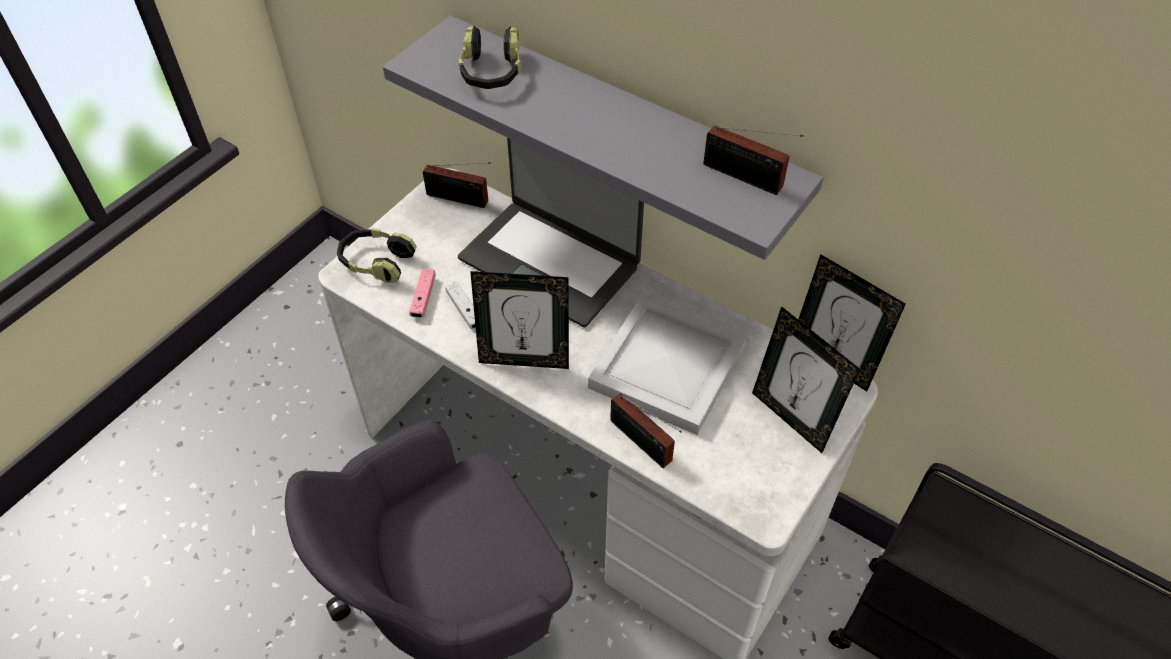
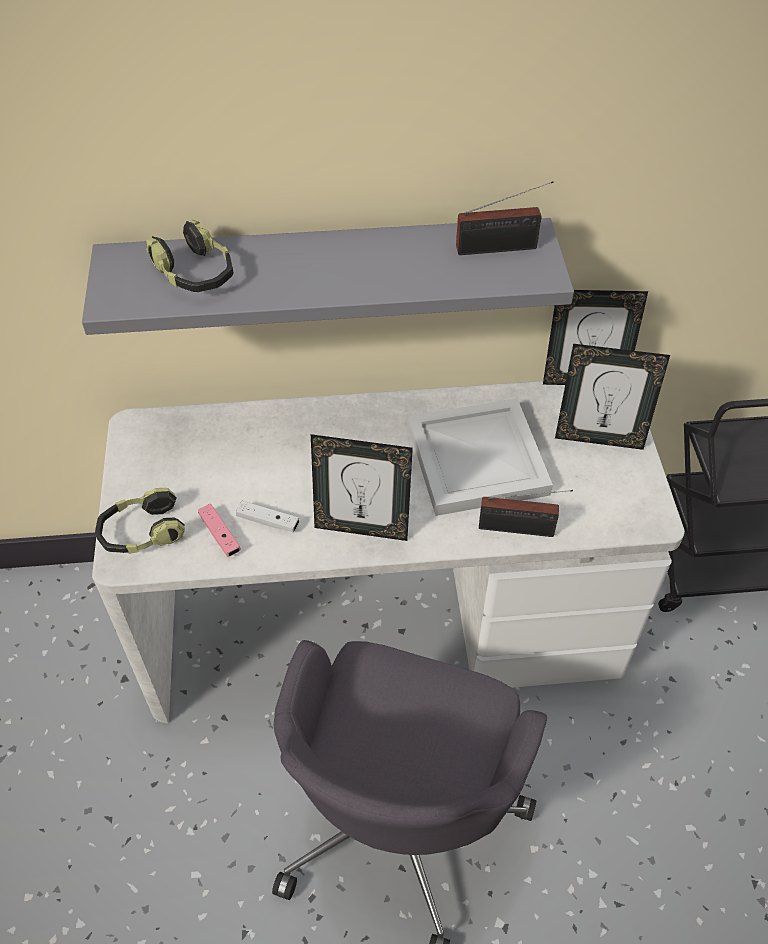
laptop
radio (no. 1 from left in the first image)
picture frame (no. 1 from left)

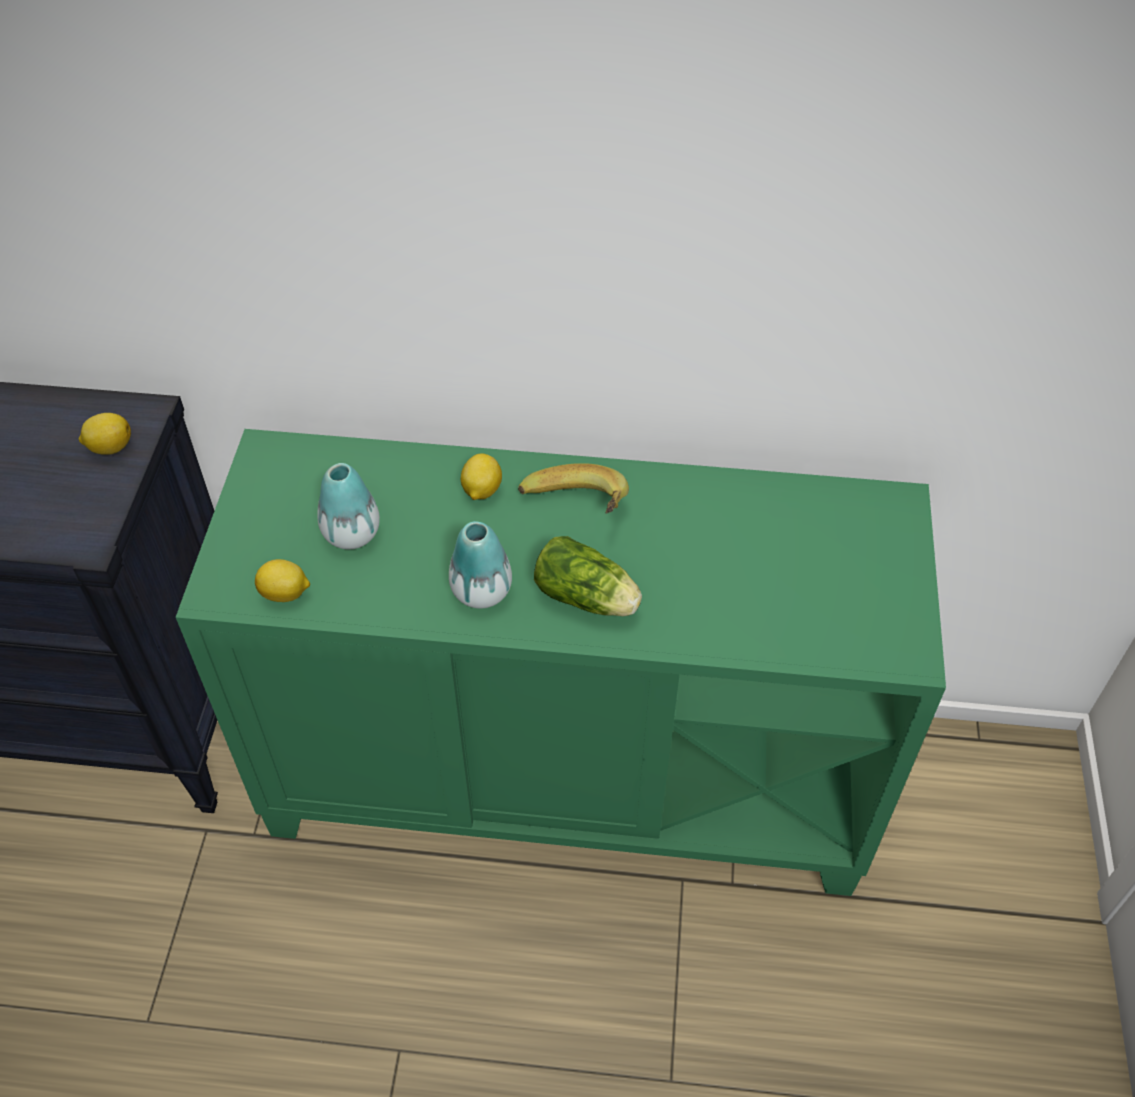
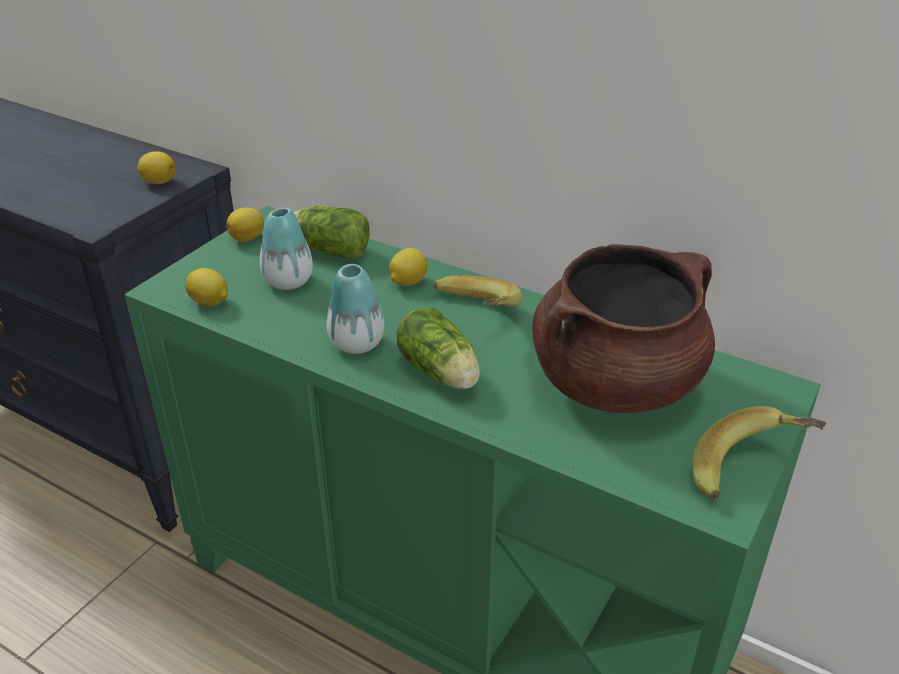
lettuce (no. 1 from left)
lemon (no. 3 from left)
cooking pot in brown
banana (no. 2 from left)

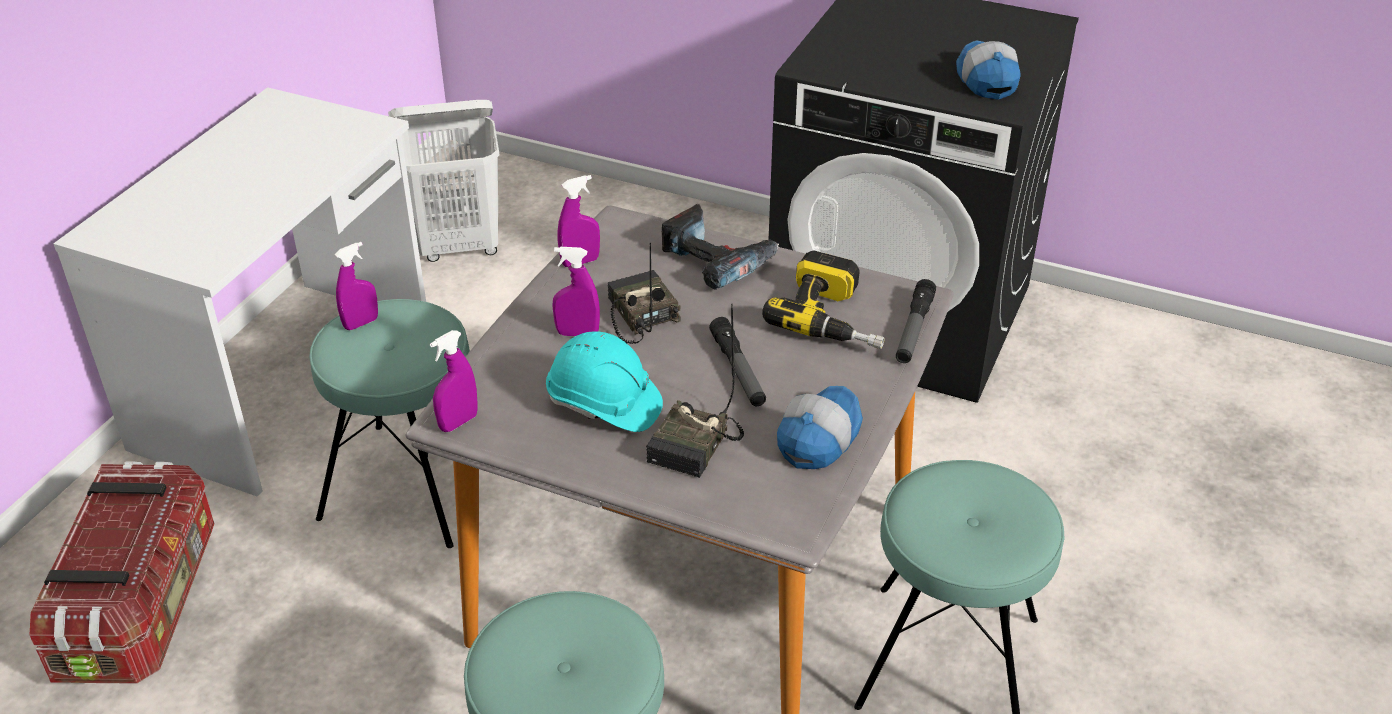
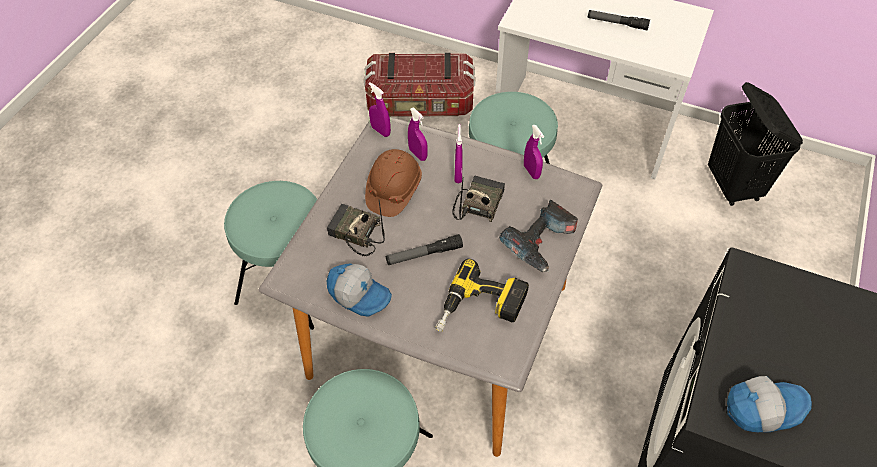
laundry basket in black
spray bottle in purple (no. 2 from left)
radio (no. 2 from left)
flashlight (no. 2 from left)
hard hat in brown

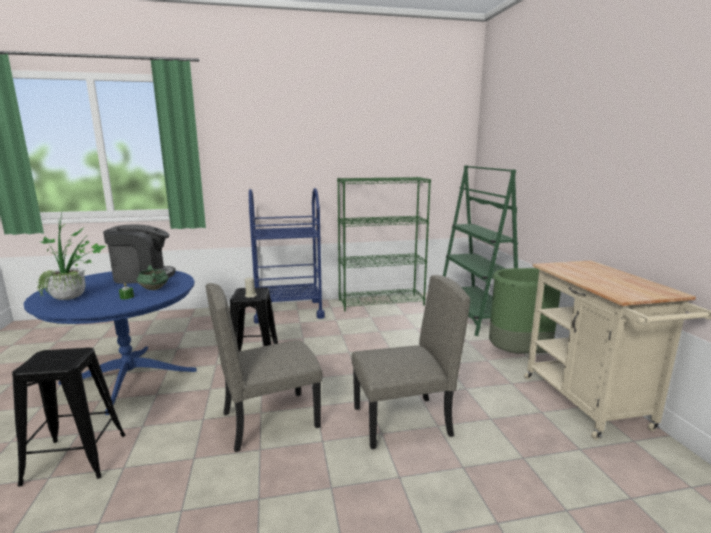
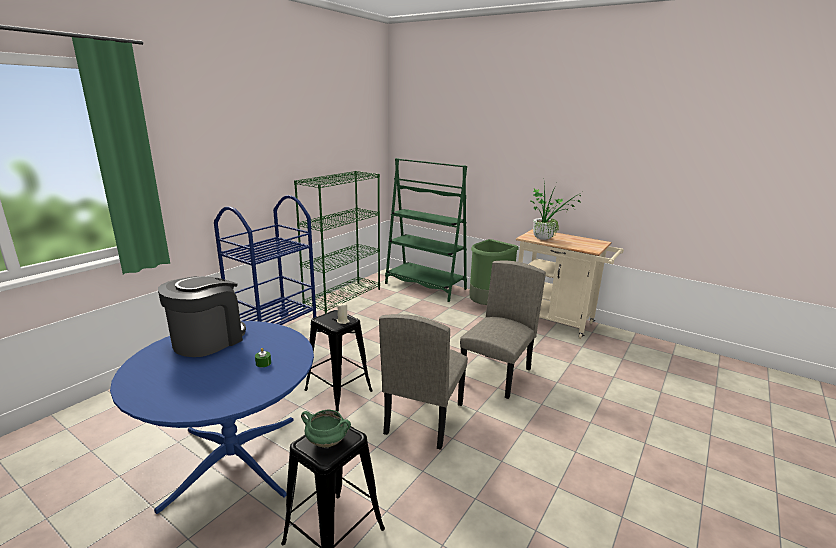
potted plant
cooking pot in green

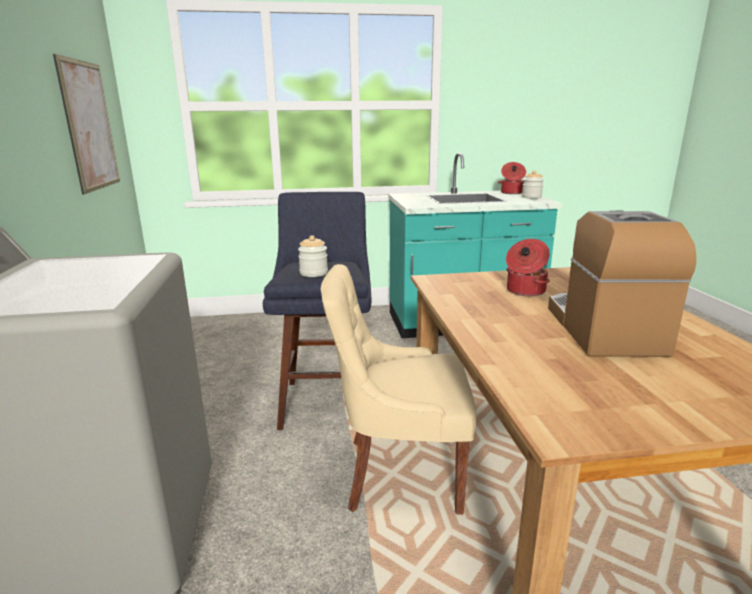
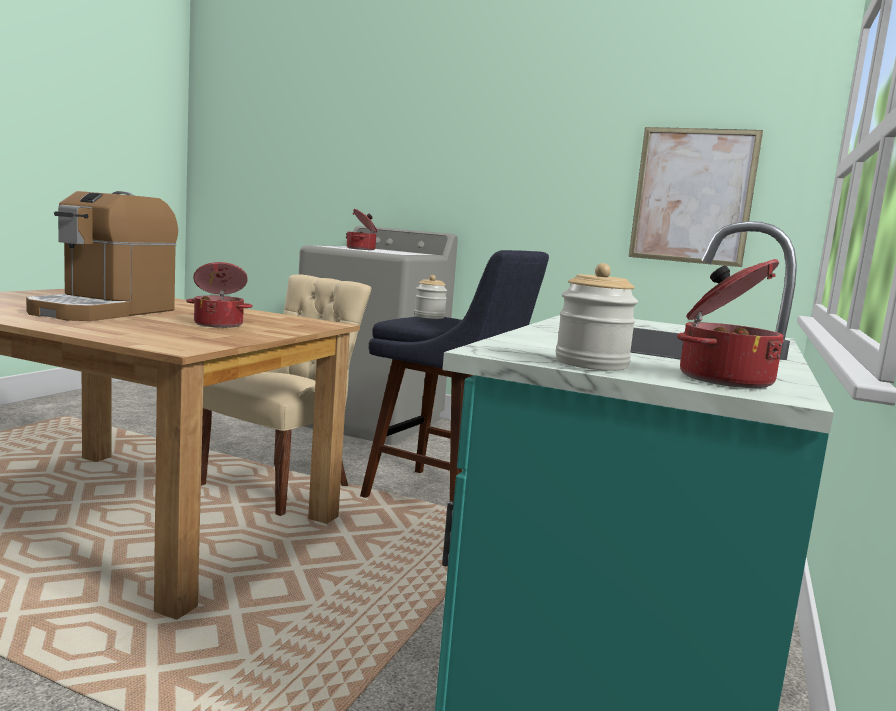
coffee machine
cooking pot (no. 2 from left)

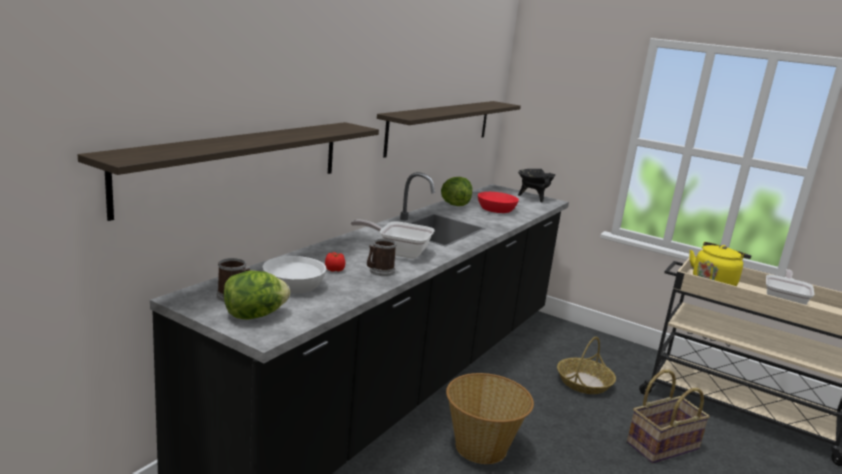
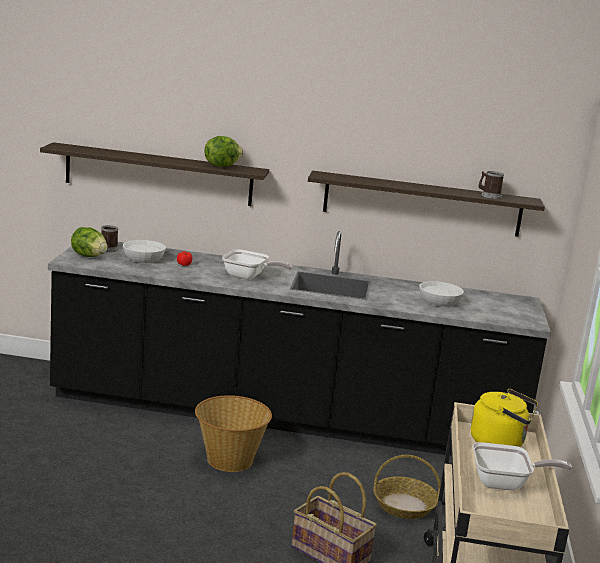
cooking pot in black
lettuce (no. 2 from left)
bowl in white (no. 2 from left)
frying pan (no. 1 from left)
mug (no. 2 from left)

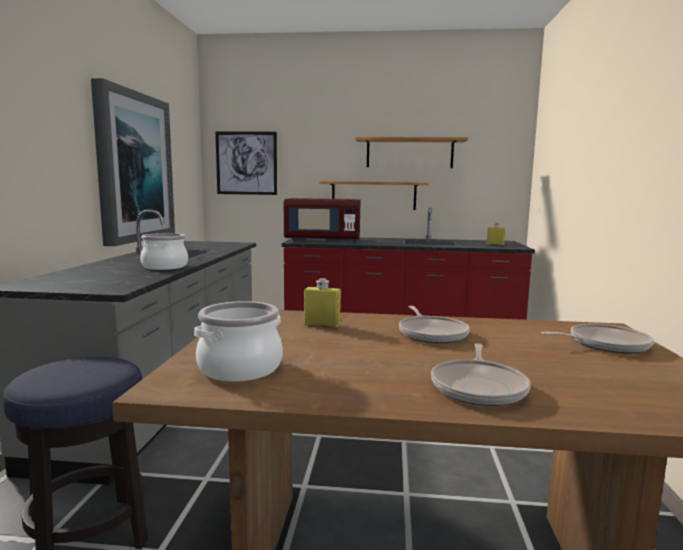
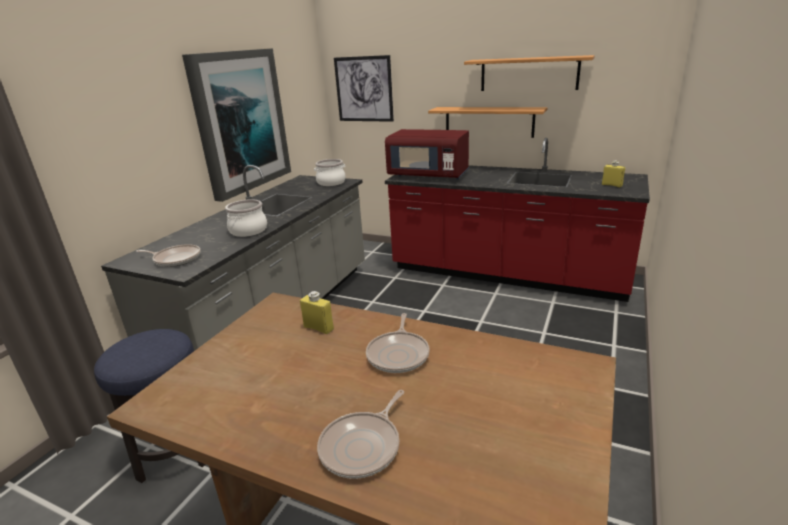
cooking pot (no. 2 from left)
frying pan (no. 1 from left)

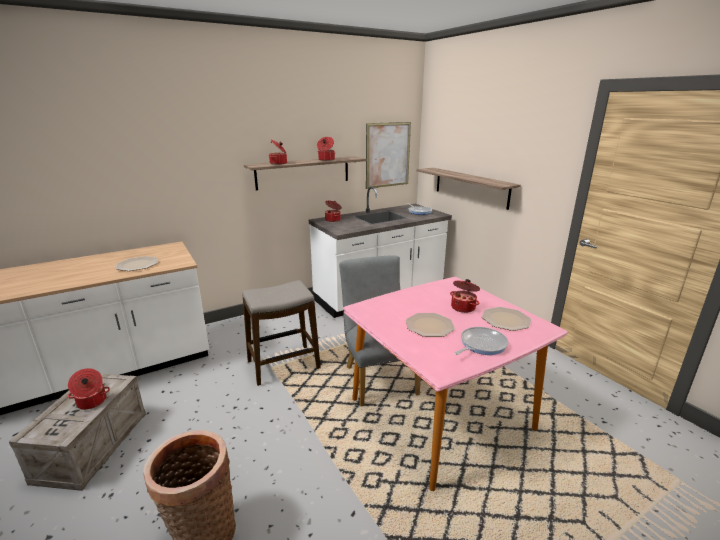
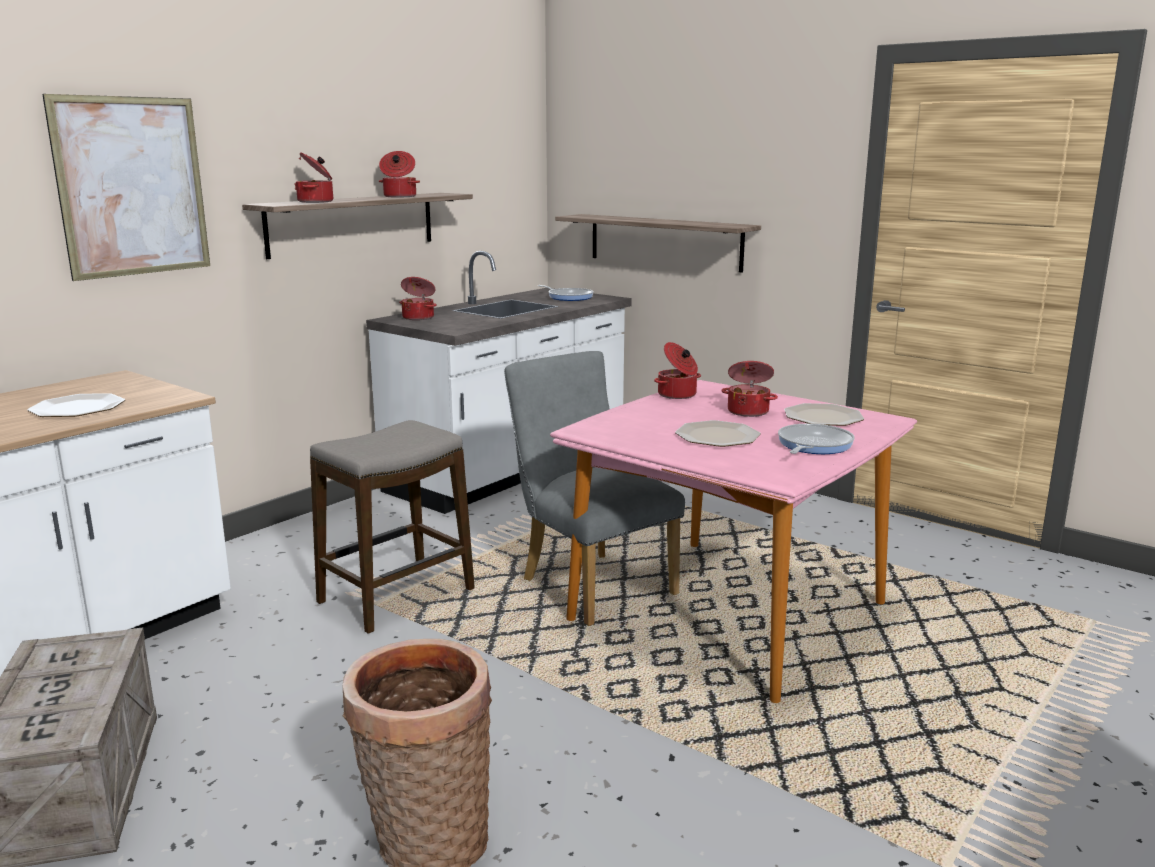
picture
cooking pot (no. 4 from left)

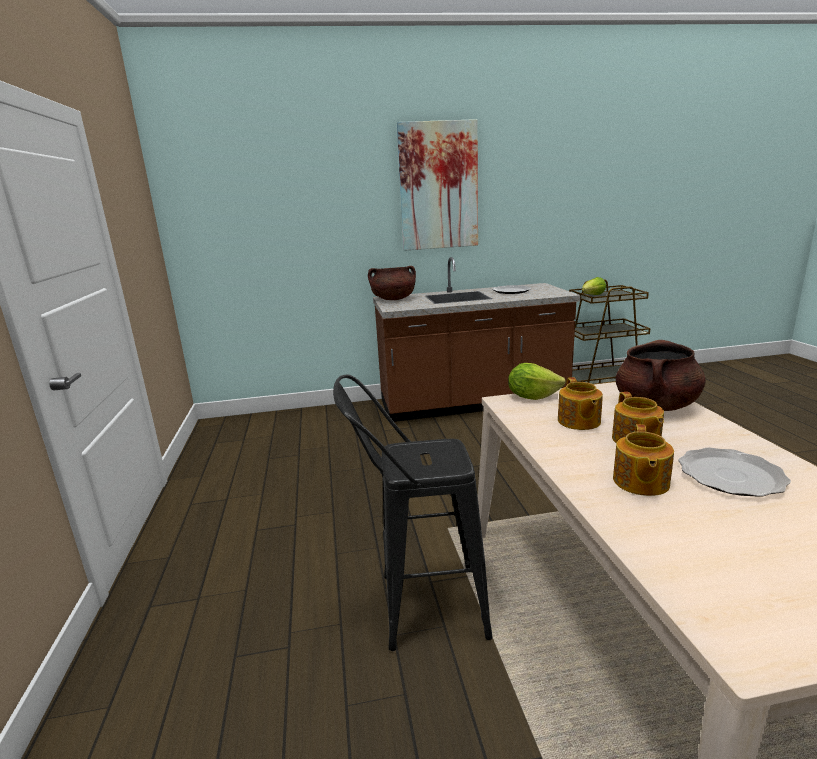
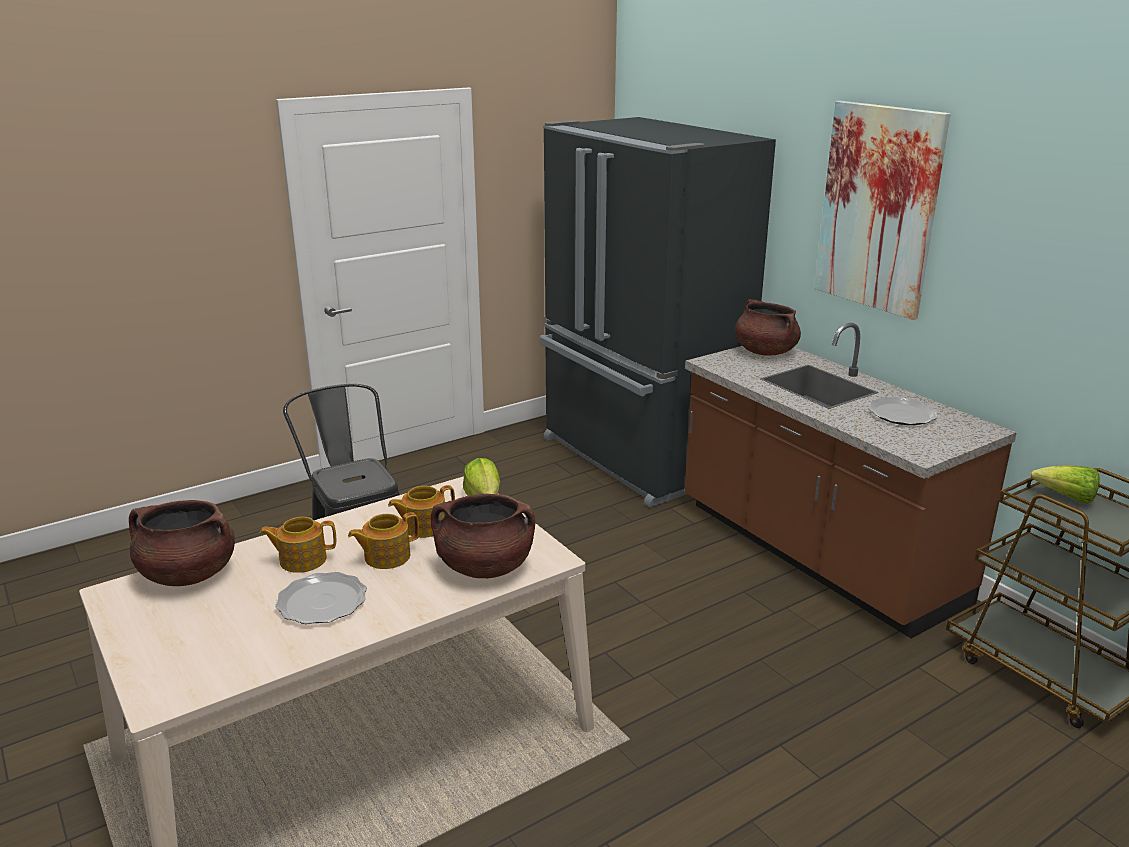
fridge in black
cooking pot in brown (no. 1 from left)

